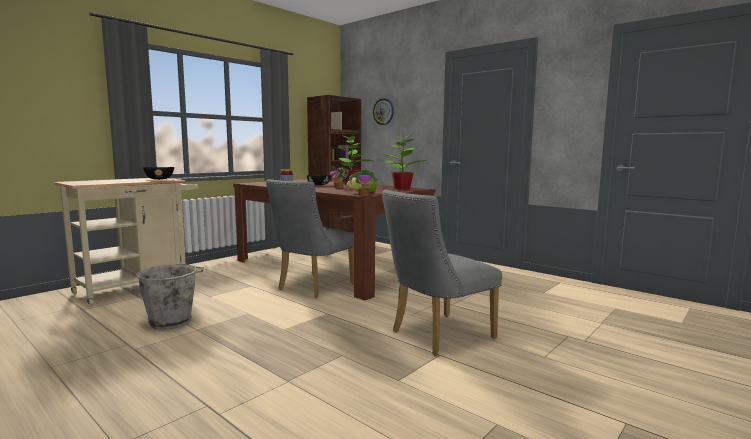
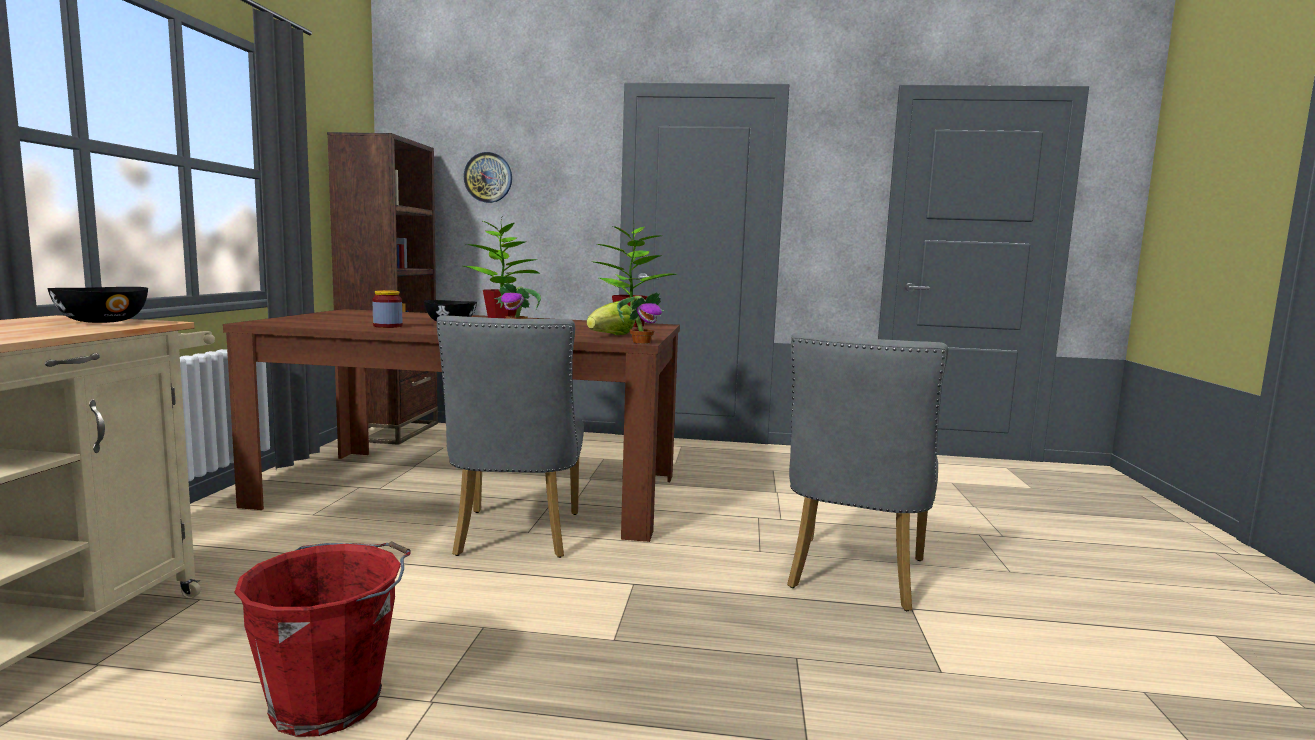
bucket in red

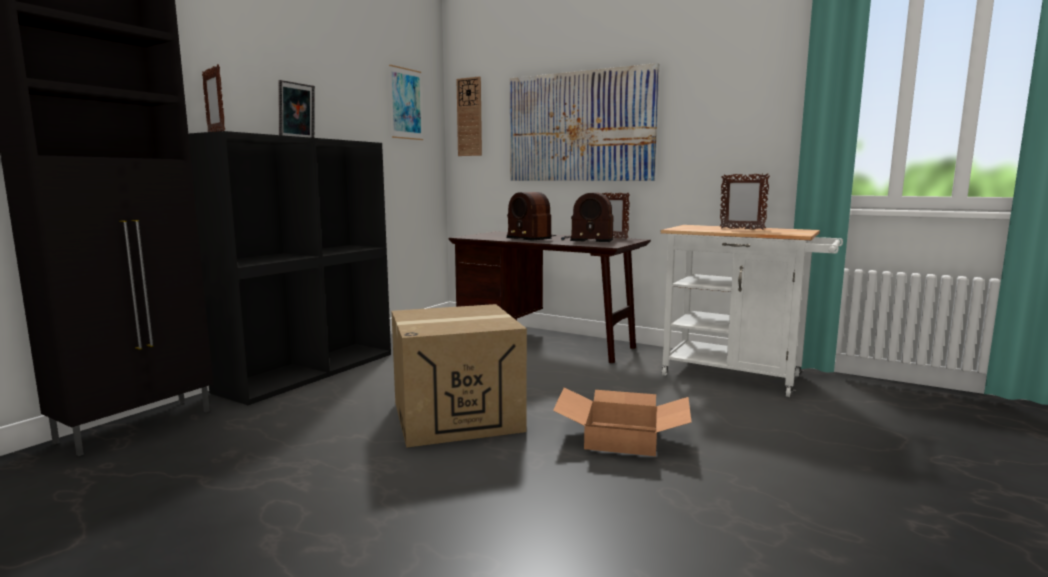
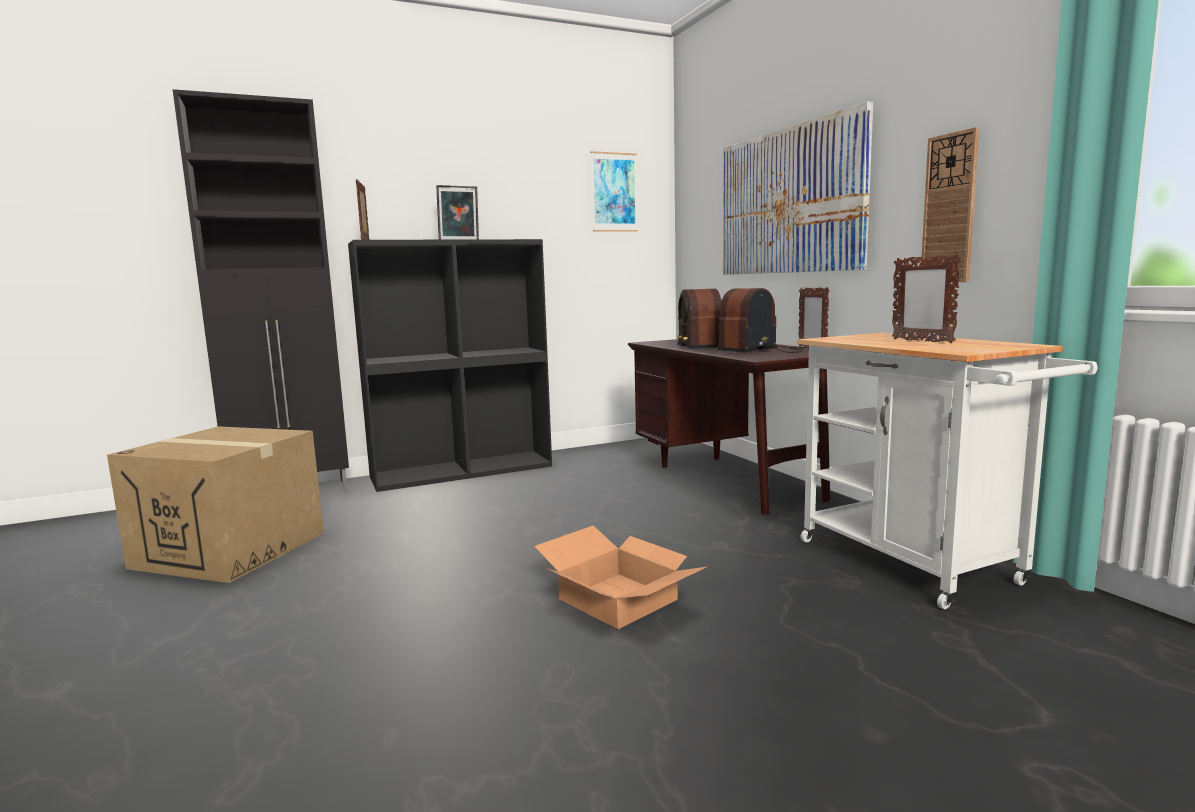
wall clock
radio (no. 2 from left)
cardboard box (no. 1 from left)

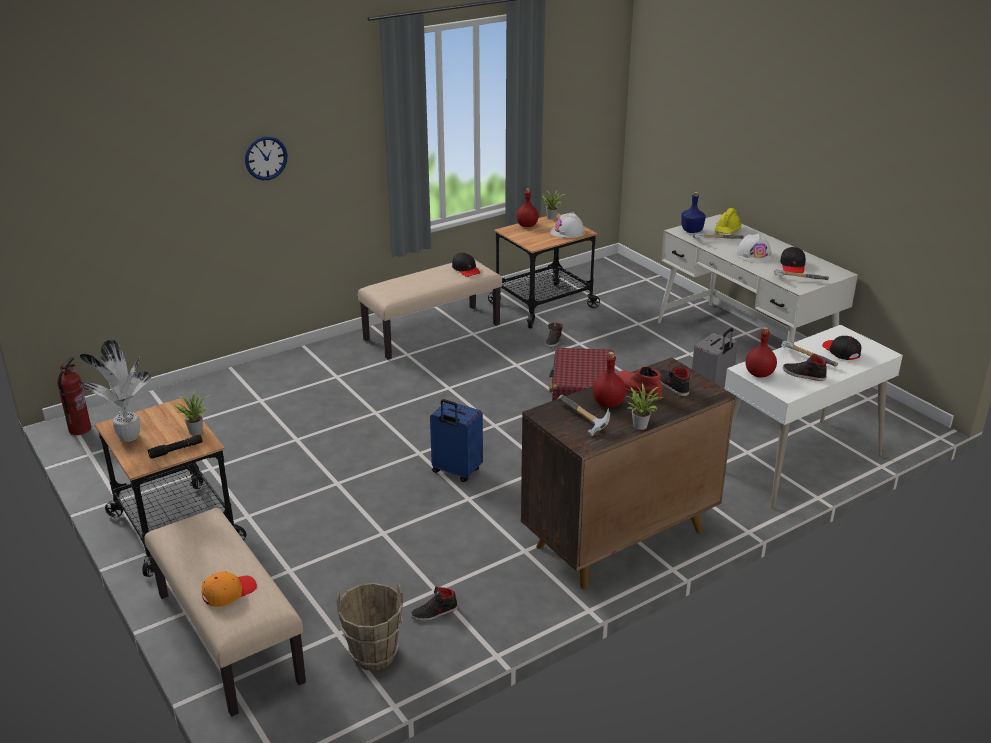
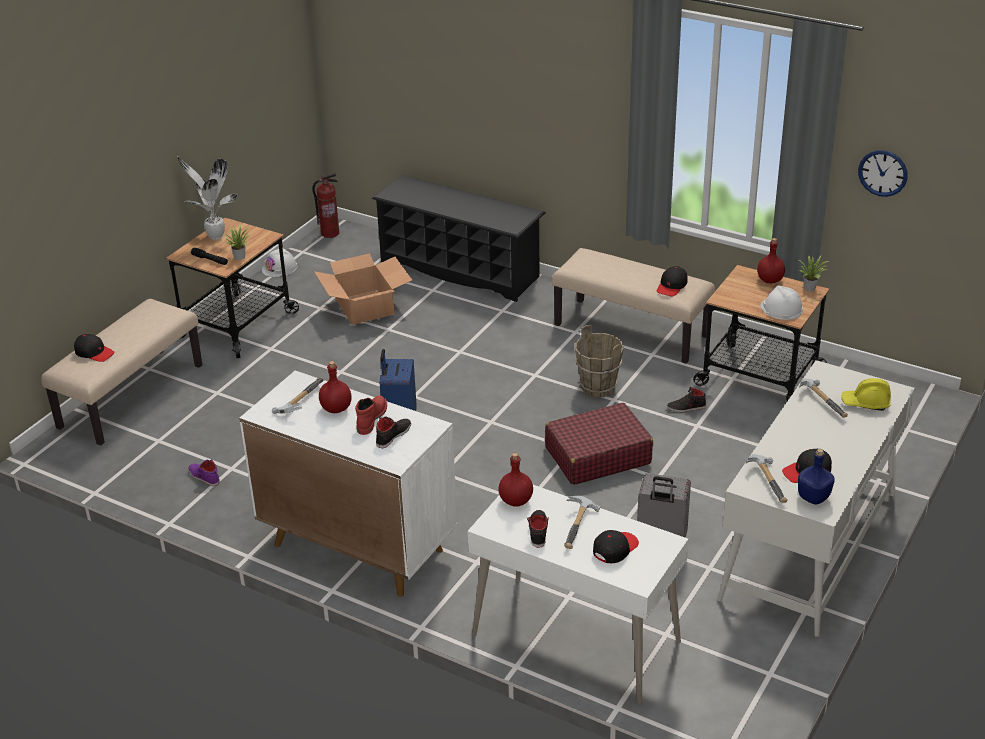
wall clock
bottle in blue
hard hat in white (no. 1 from left)
cabinet in white
potted plant (no. 4 from left in the first image)
cap in black (no. 1 from left)
bucket in brown
shoe in purple
shoe rack in black
cardboard box

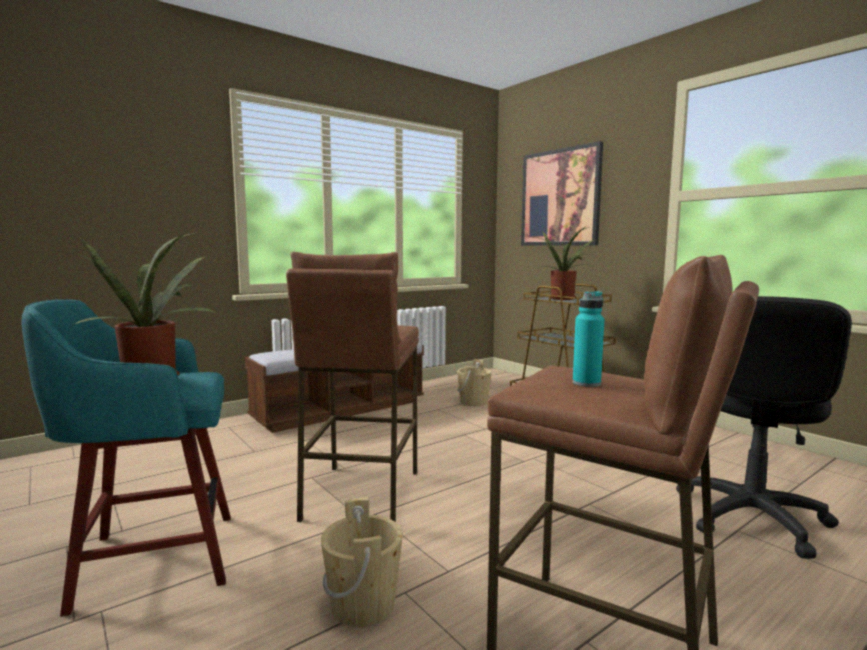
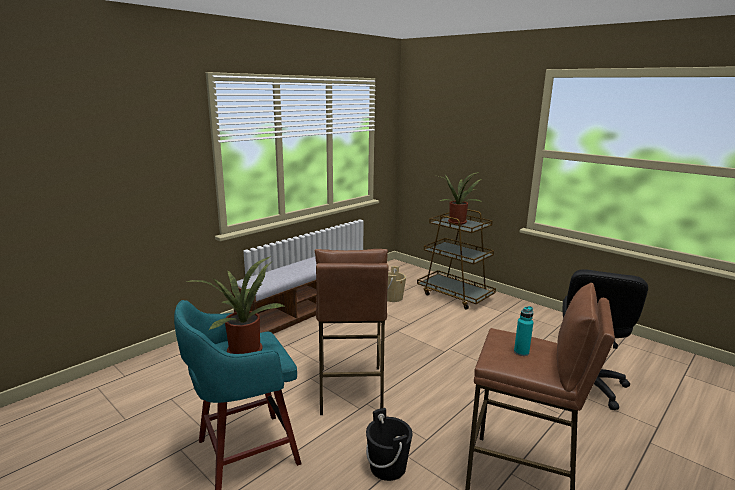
picture
bucket in black

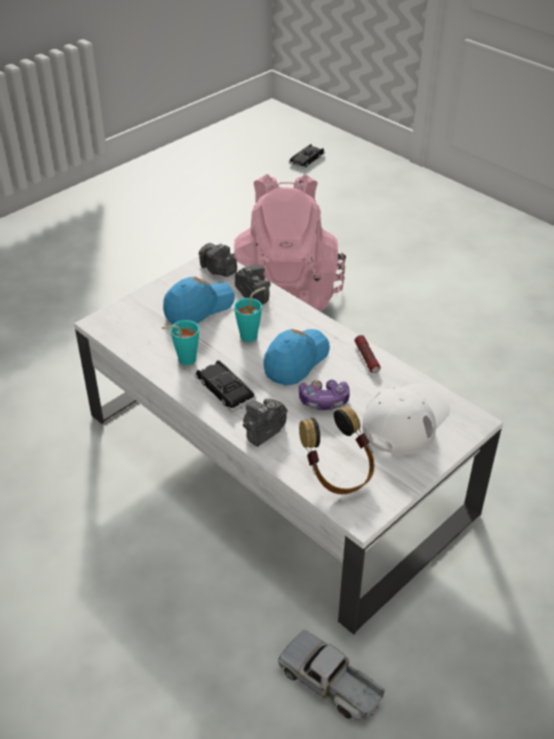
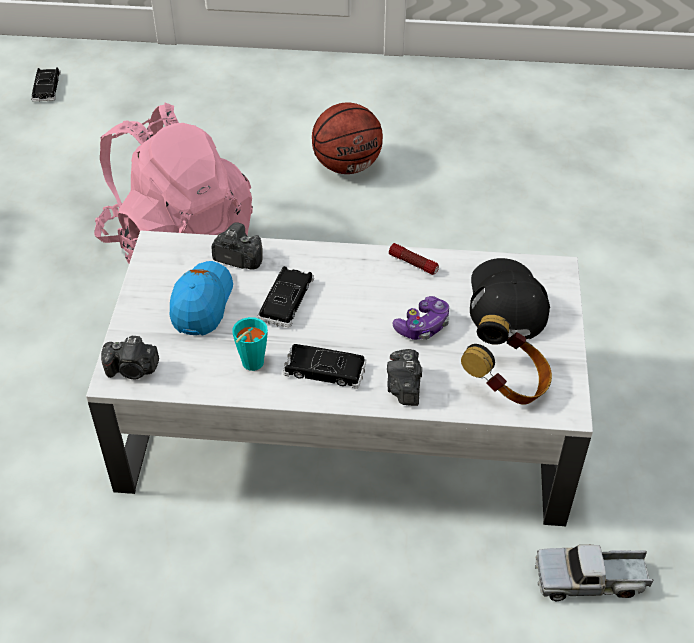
photo camera (no. 1 from left)
toy car in black (no. 2 from left)
cap in blue (no. 2 from left in the first image)
cap in black
basketball

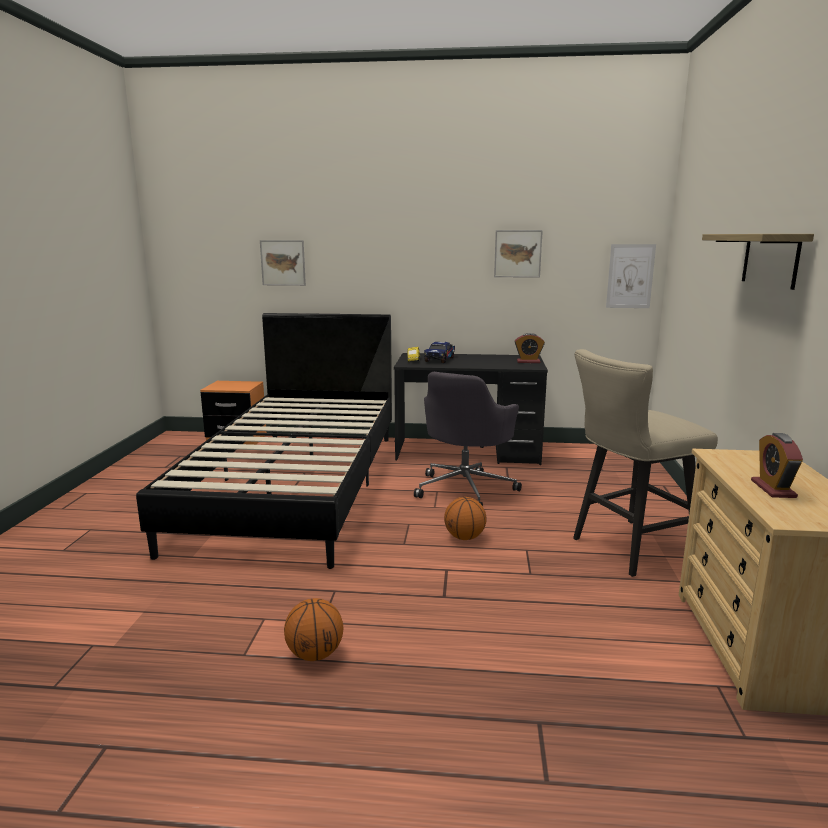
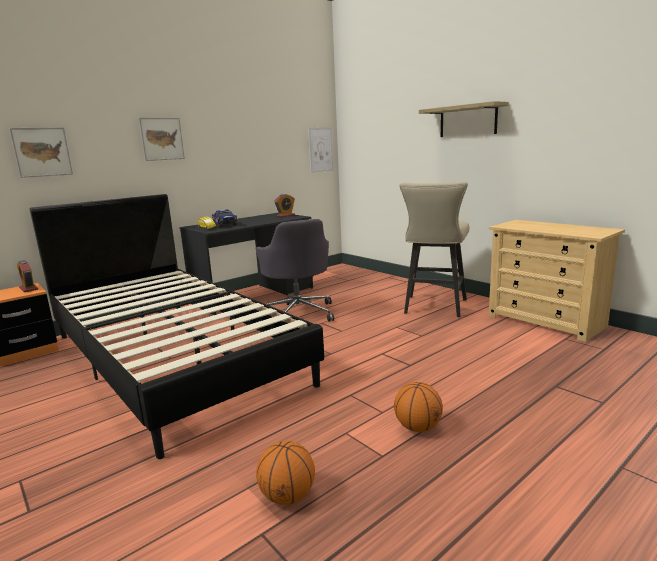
picture (no. 2 from left)
alarm clock (no. 1 from left)
basketball (no. 1 from left)

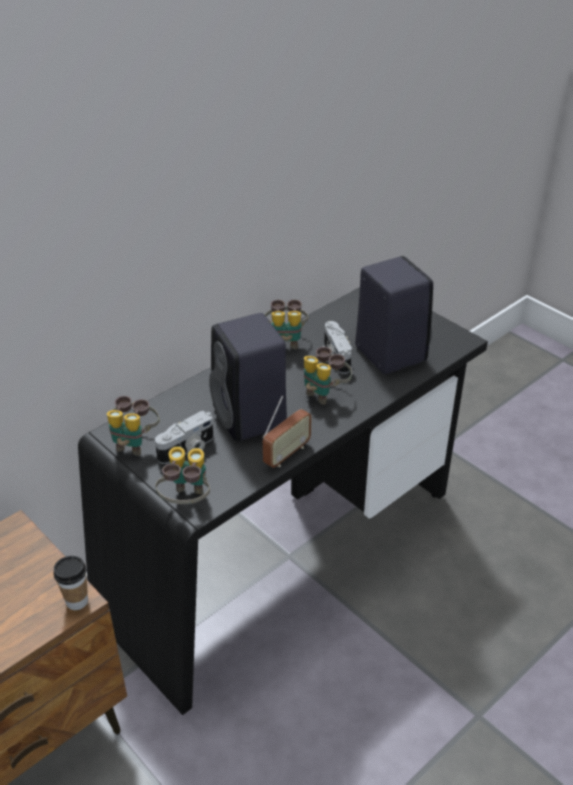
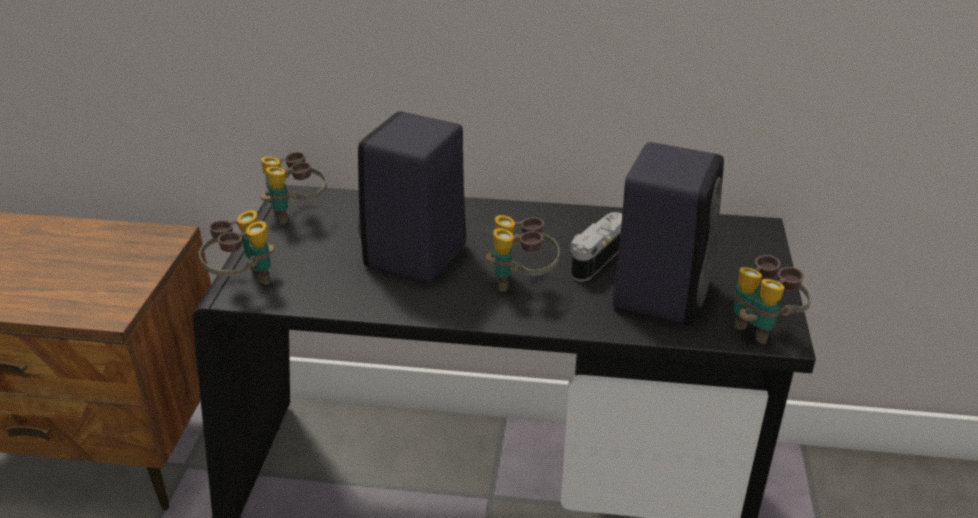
binoculars (no. 4 from left)
radio
photo camera (no. 1 from left in the first image)
cup

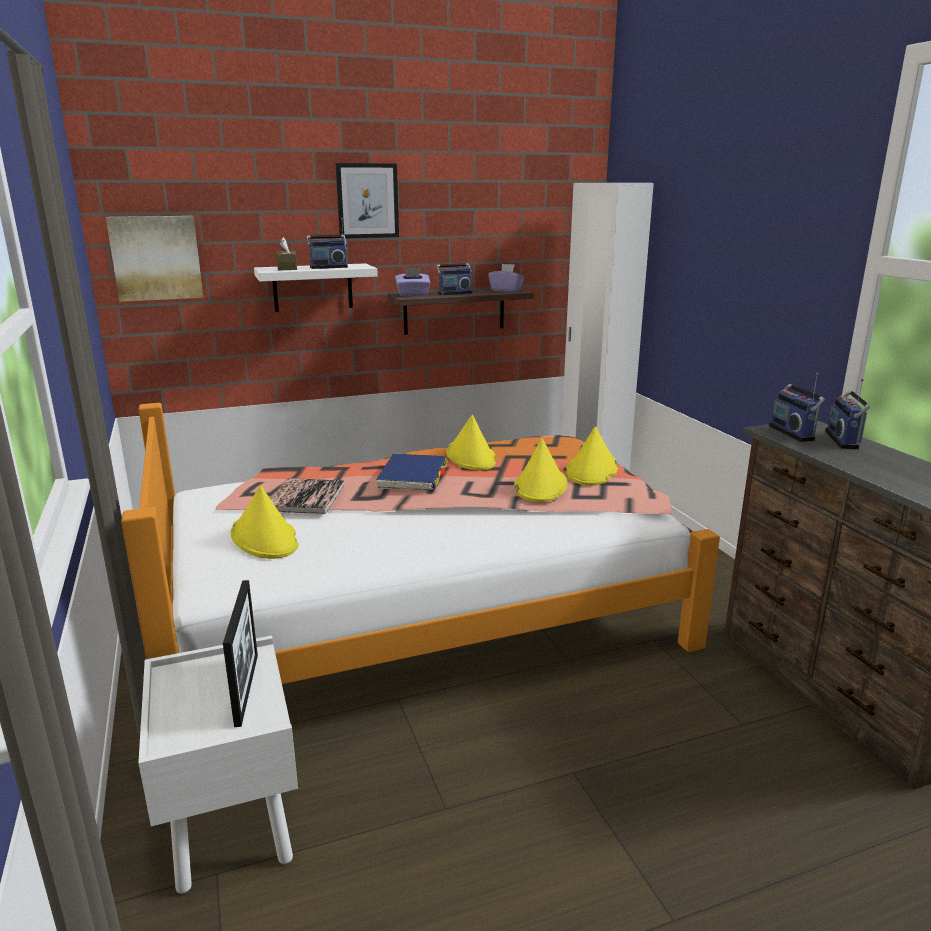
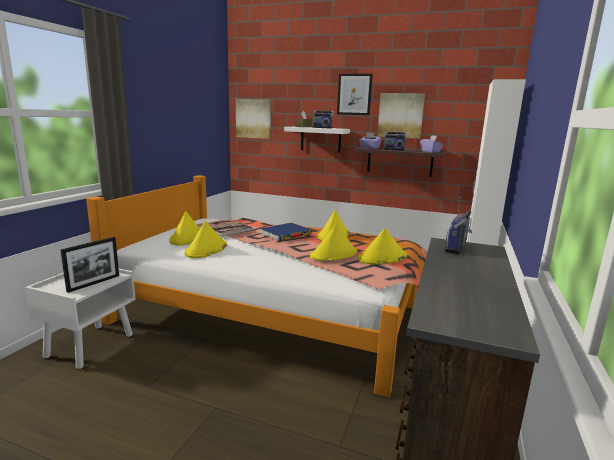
radio (no. 4 from left in the first image)
picture (no. 3 from left)
hat in yellow (no. 2 from left)

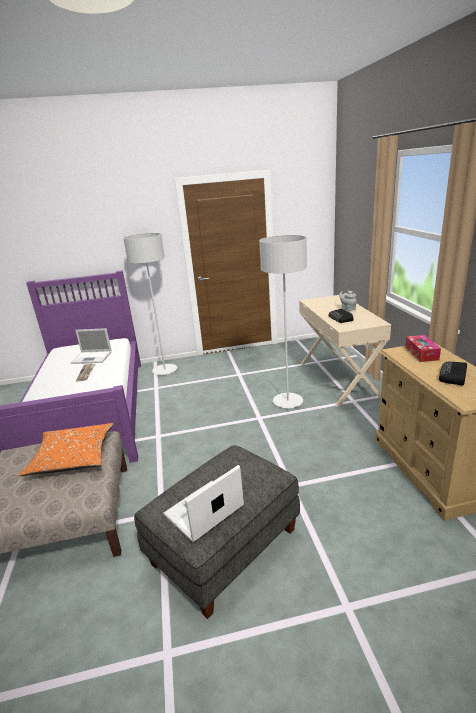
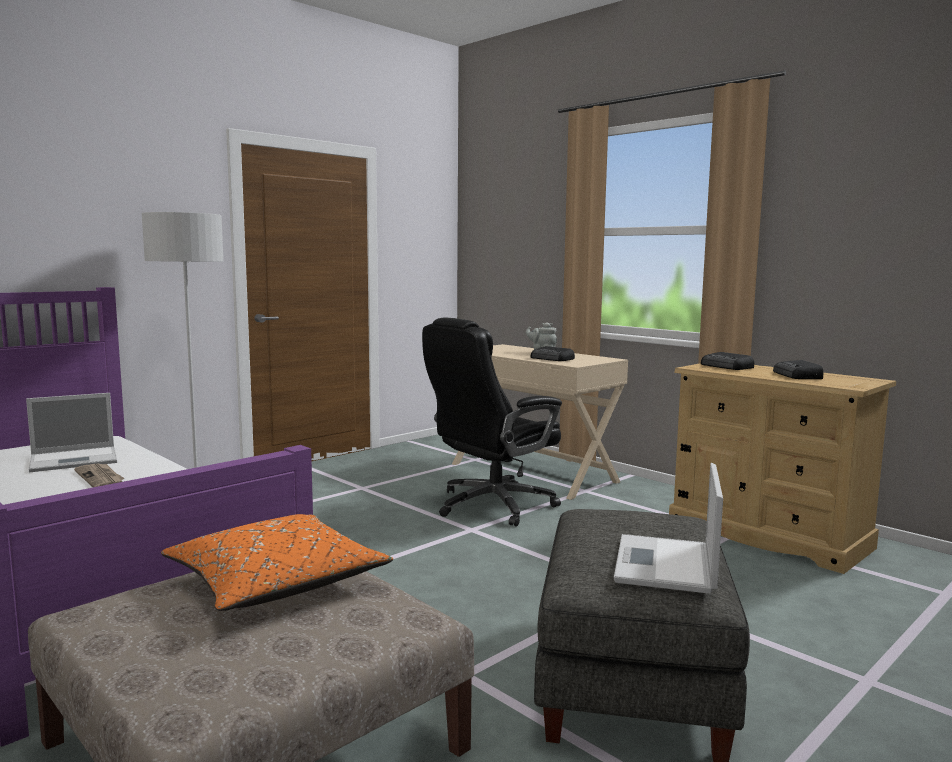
office chair in black
radio (no. 2 from left)

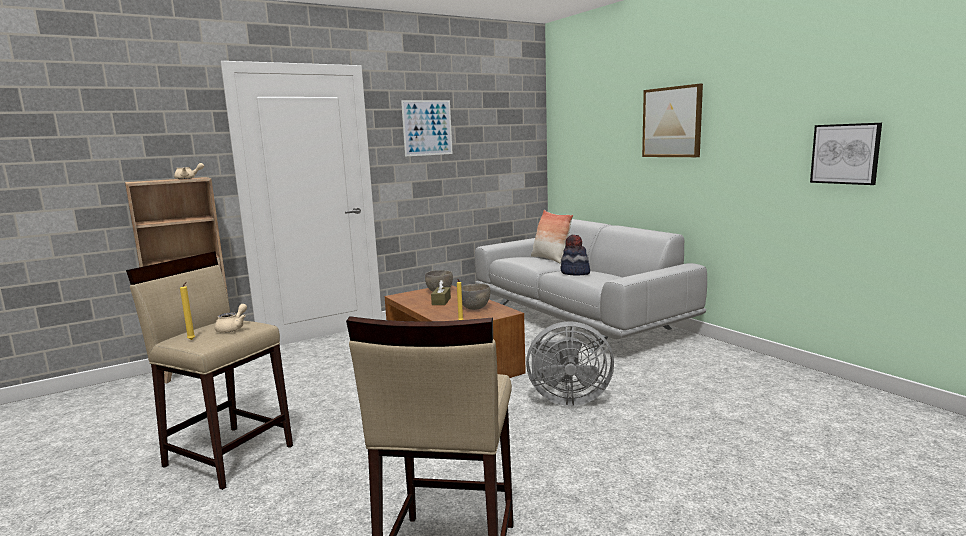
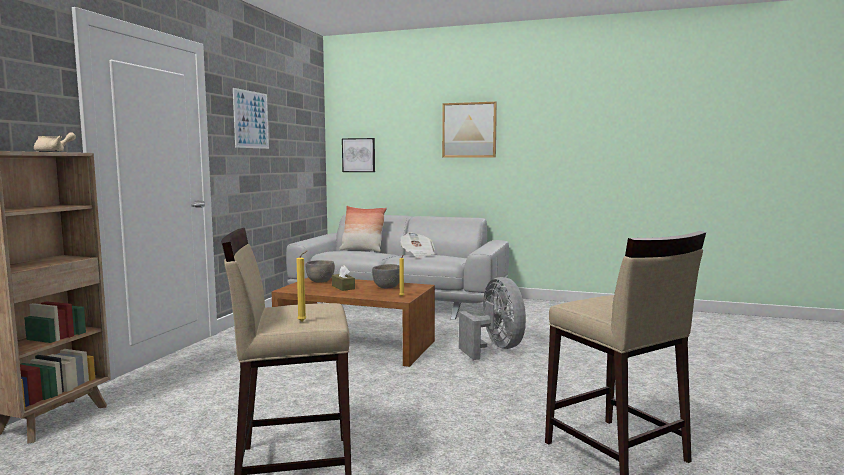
picture (no. 2 from left)
newspaper
teapot in beige (no. 2 from left in the first image)
fan in grey

